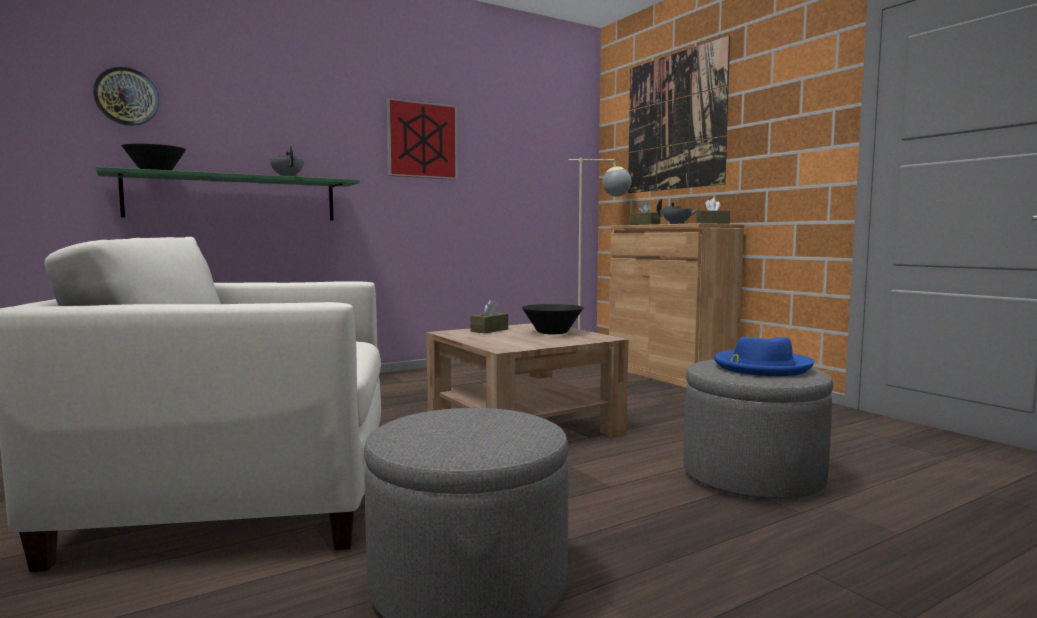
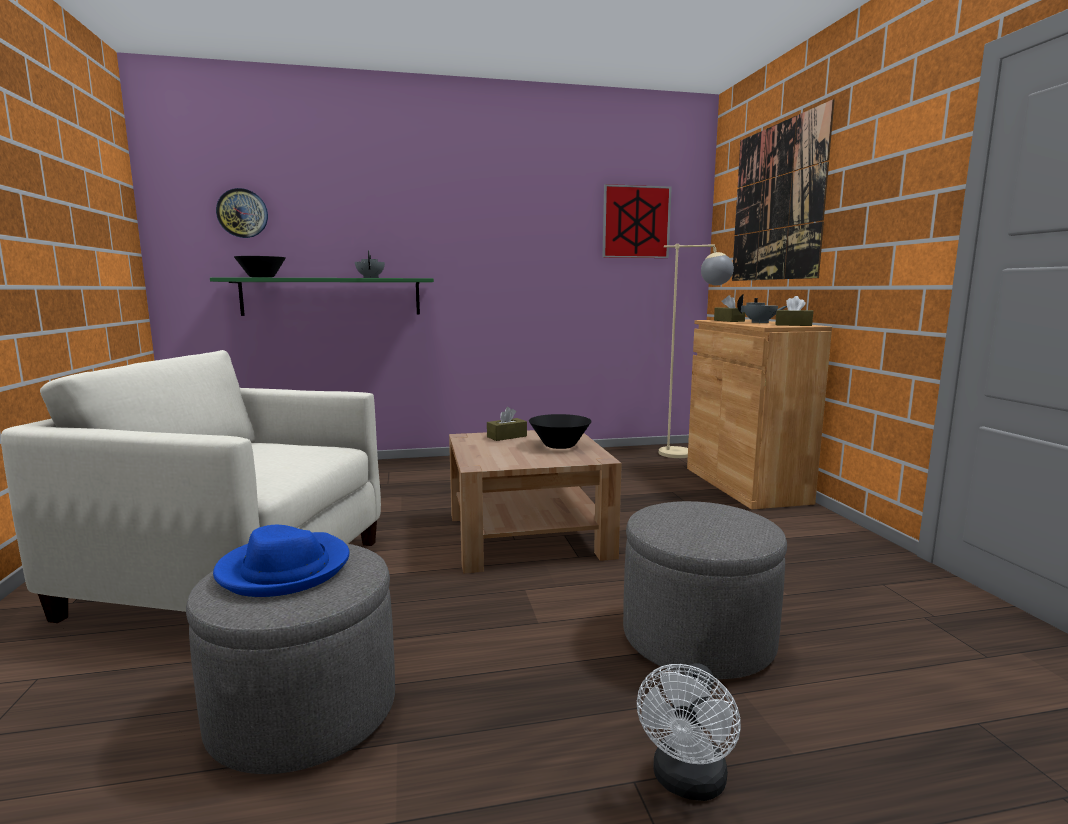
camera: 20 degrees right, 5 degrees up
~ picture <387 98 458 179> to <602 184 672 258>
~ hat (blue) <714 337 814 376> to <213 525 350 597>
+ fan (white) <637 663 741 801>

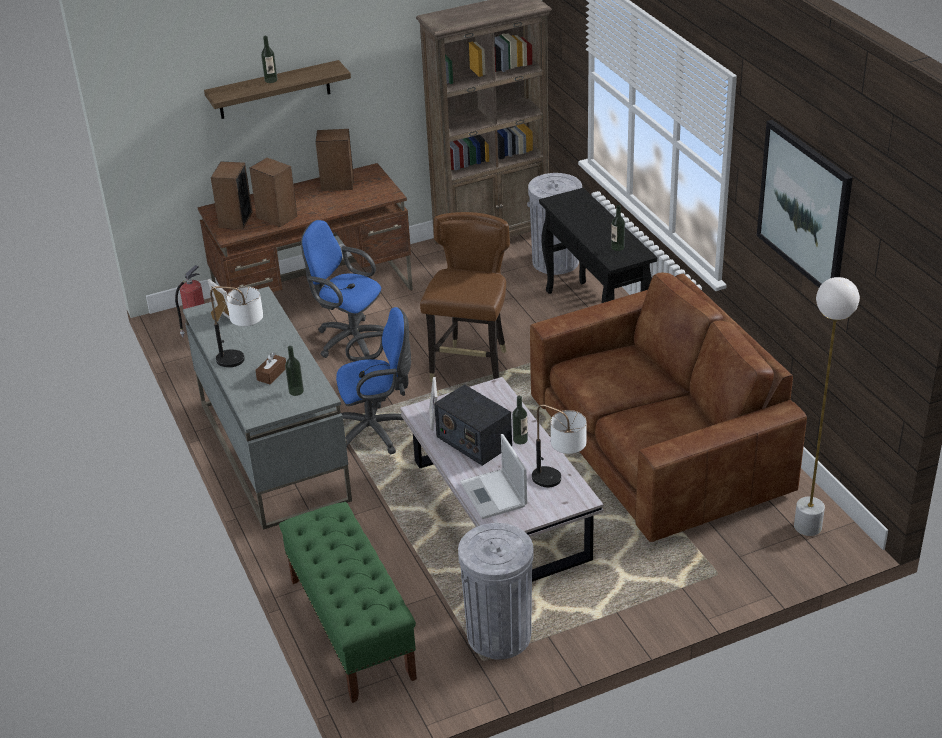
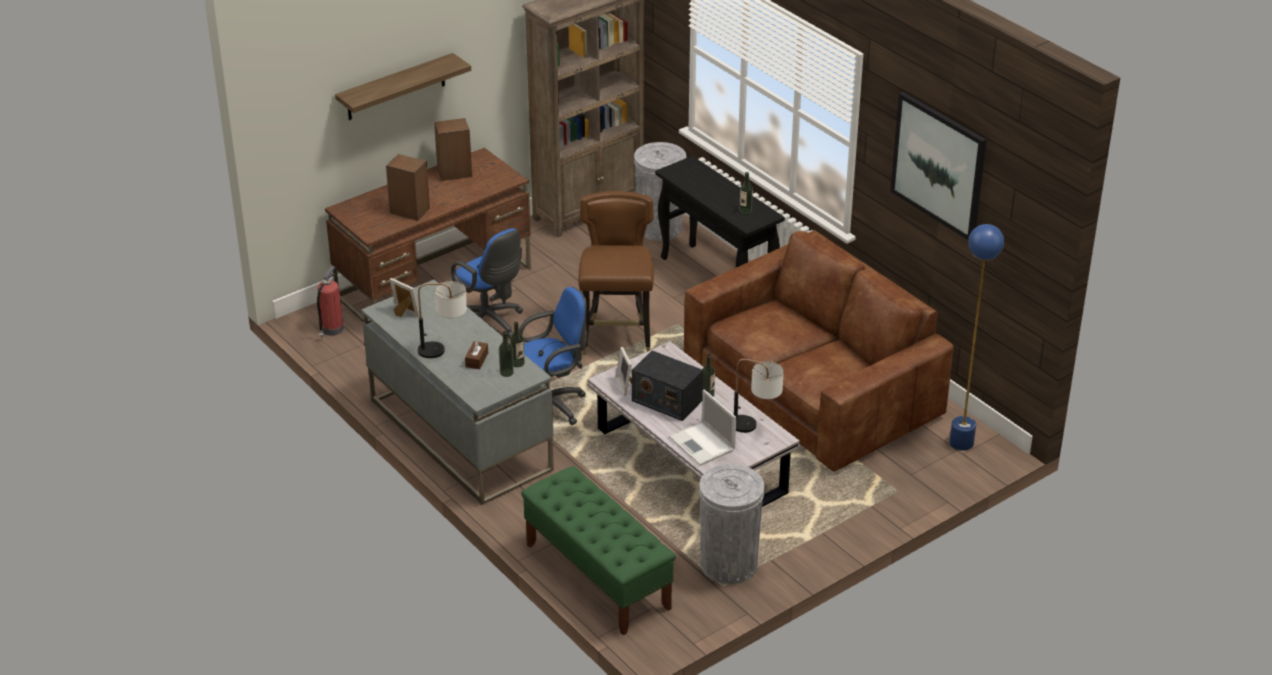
camera: 15 degrees left, 0 degrees up
- speaker <211 162 253 229>
~ bottle <261 36 277 83> to <510 322 525 367>
~ office chair (blue) <301 220 385 358> = <451 228 523 338> 150 degrees counterclockwise
~ floor lamp (white) <794 277 860 536> to floor lamp (blue) <950 224 1004 451>

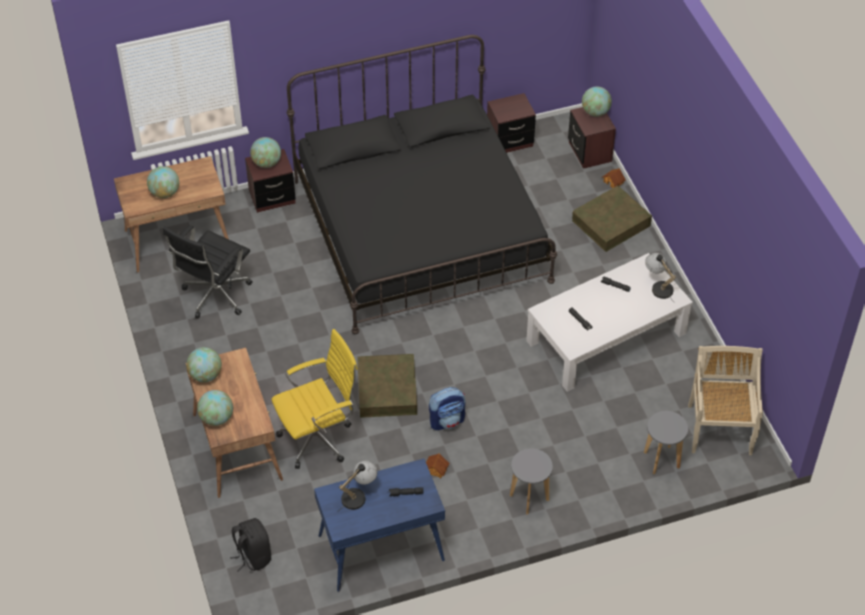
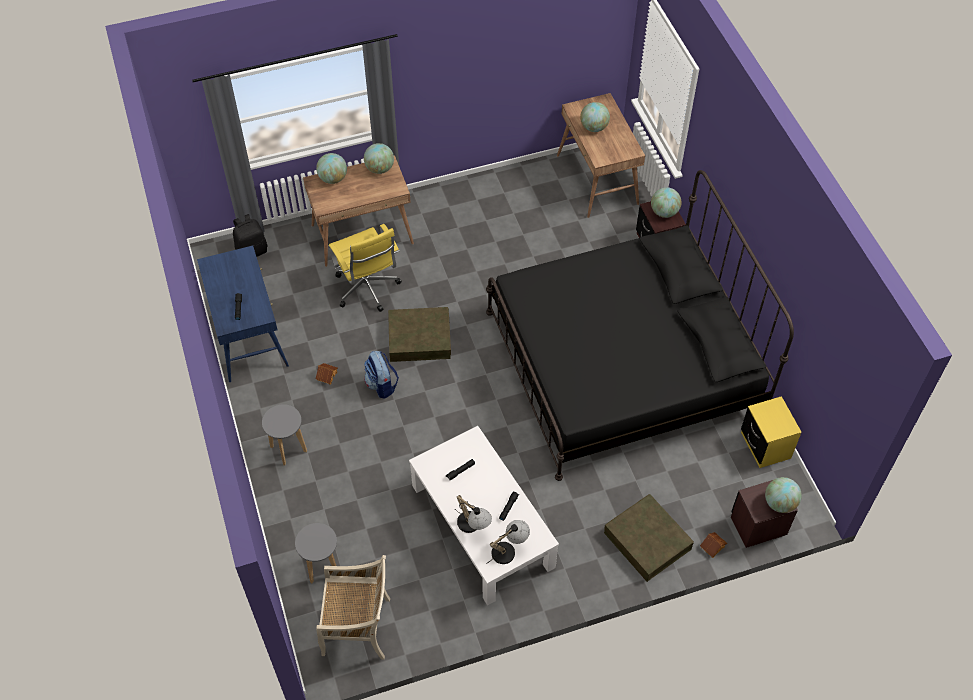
camera: 90 degrees right, 5 degrees up
- office chair (black) <163 225 253 319>
~ table lamp <337 461 378 512> to <455 495 492 533>
~ nightstand (brown) <487 93 536 153> to nightstand (yellow) <741 396 802 468>

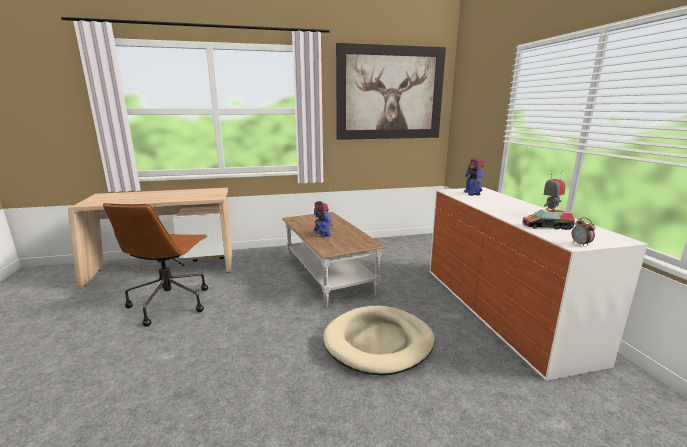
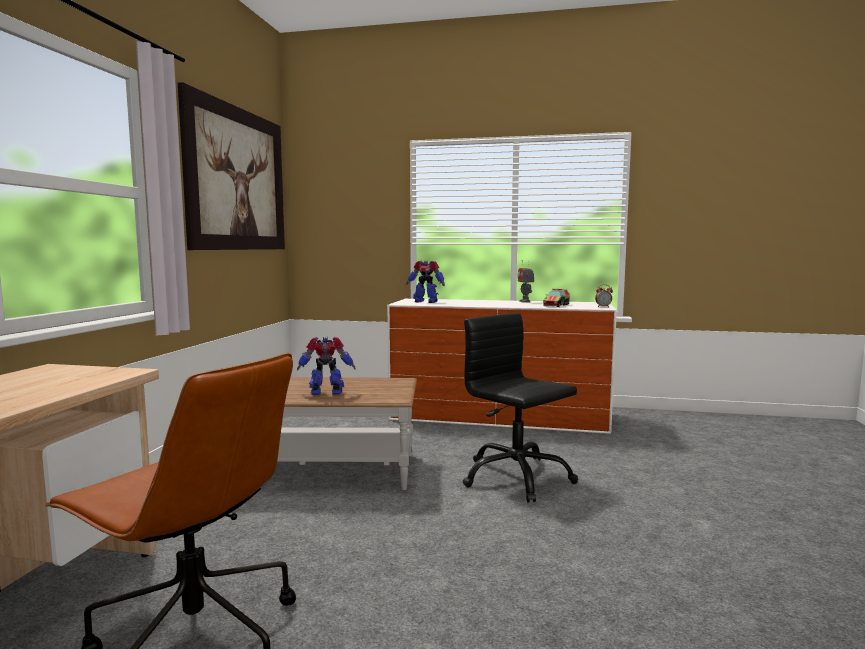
camera: 65 degrees left, 10 degrees down
~ dog bed (beige) <323 306 435 376> to office chair (black) <462 313 578 502>

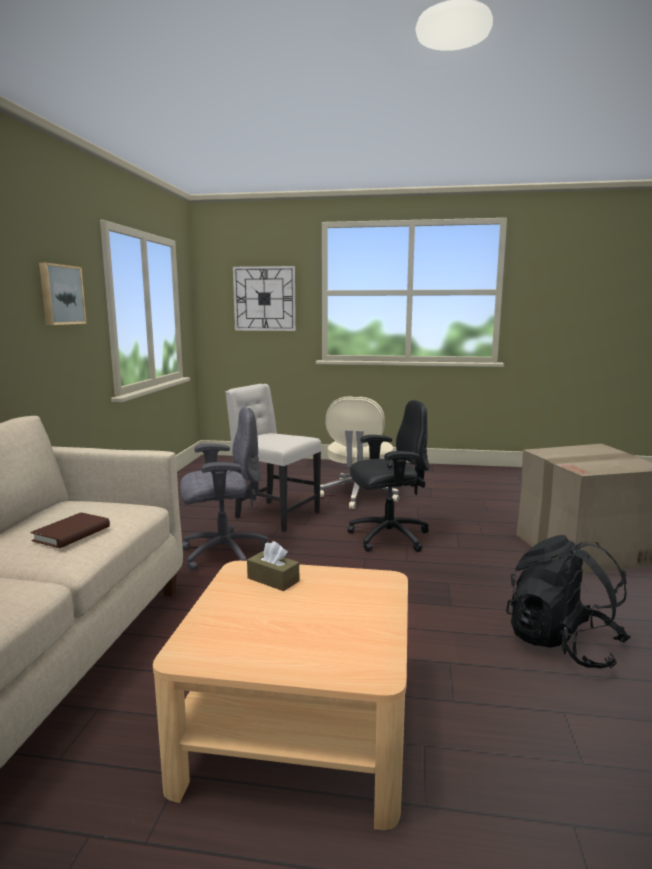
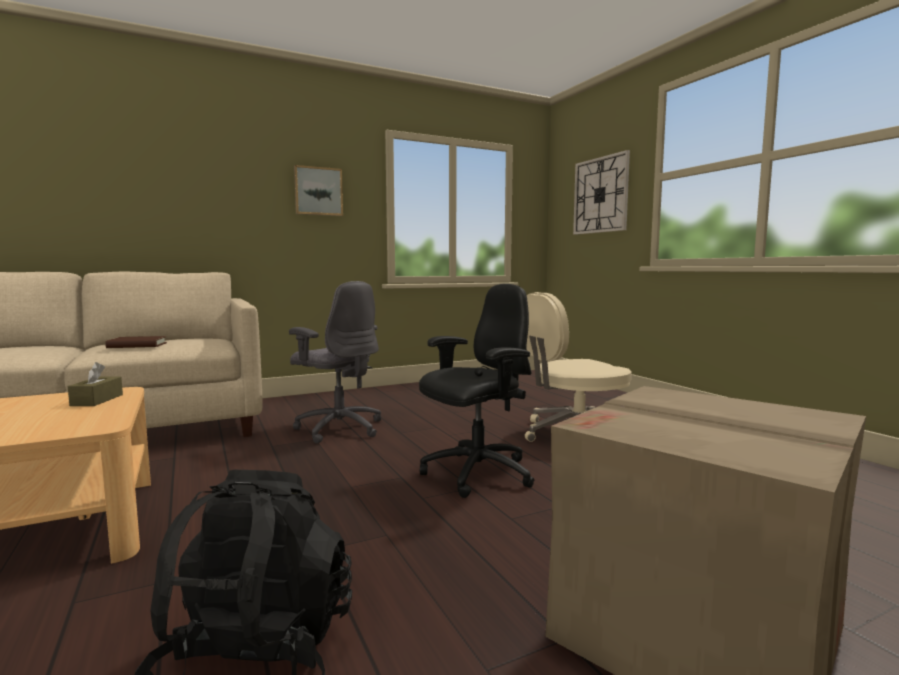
camera: 55 degrees right, 5 degrees down
- chair (beige) <226 384 322 532>
~ office chair (black) <347 400 429 552> = <419 284 534 498> 75 degrees counterclockwise

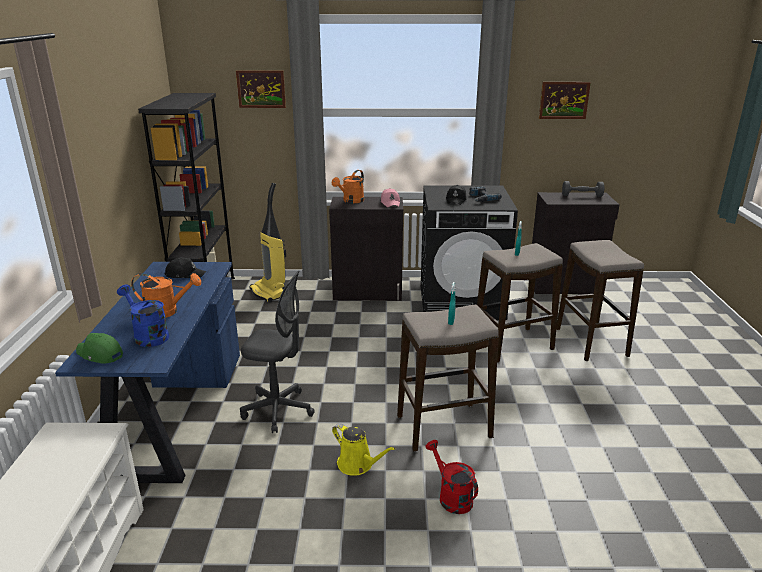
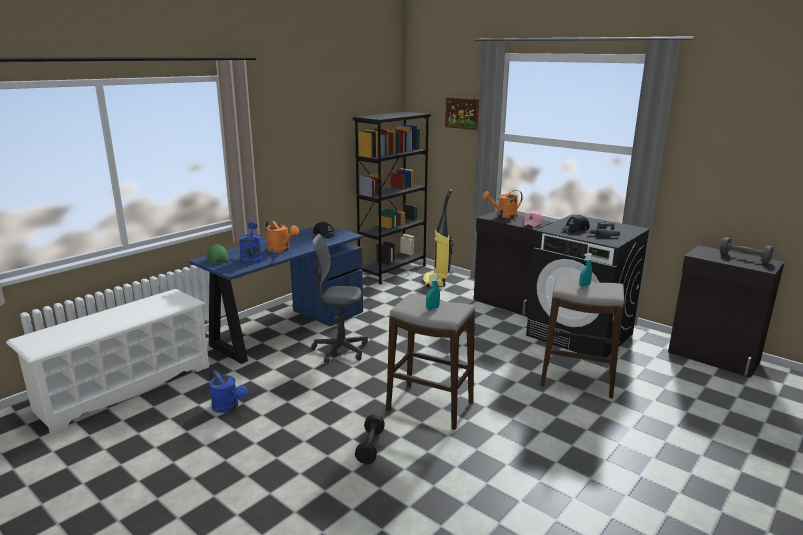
camera: 40 degrees right, 5 degrees down
~ office chair (grey) <240 271 315 433> = <311 234 368 363> 135 degrees clockwise
- watering can (yellow) <332 423 395 476>
~ watering can (red) <425 440 478 514> to dumbbell (black) <355 415 385 464>
- picture <539 82 591 119>
- stool <556 240 644 361>
+ watering can (blue) <209 370 247 413>

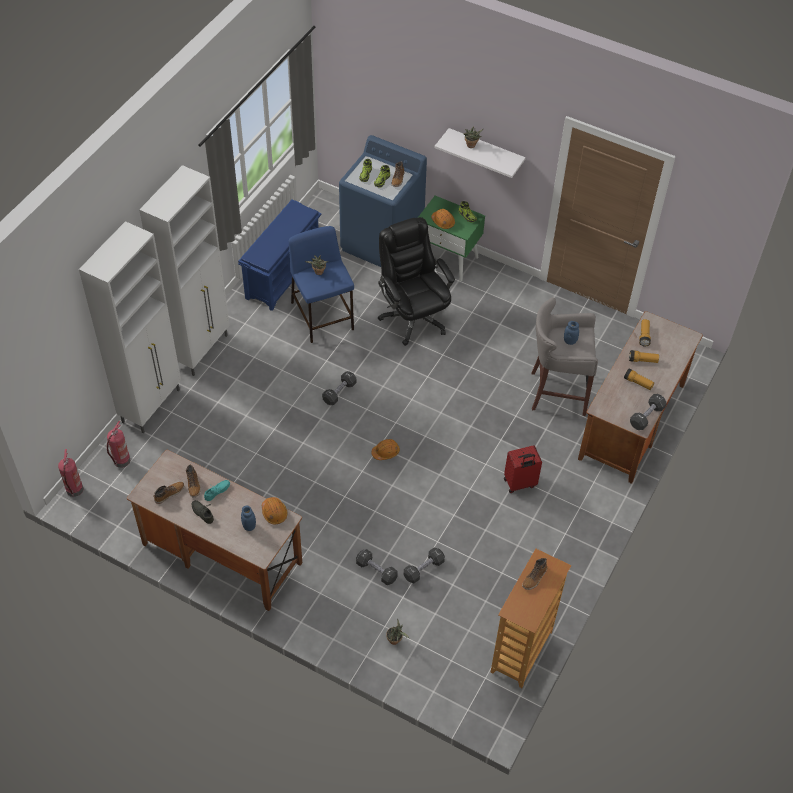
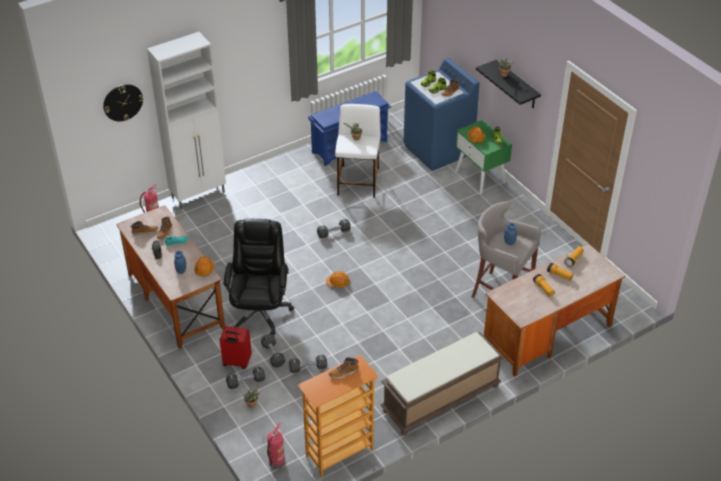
camera: 30 degrees right, 10 degrees down
~ fire extinguisher <58 449 83 497> to <267 423 285 469>
- cabinet (white) <139 165 230 376>
~ stool (blue) <289 226 354 343> to stool (white) <335 104 381 198>
~ office chair (black) <378 217 455 346> to <223 219 294 335>
~ shelf (white) <434 128 526 178> to shelf (black) <476 60 541 108>
~ suitcase (red) <504 445 542 493> to <220 326 252 369>
~ dumbbell (black) <630 394 667 430> to <226 367 265 389>
+ wall clock <103 84 143 121>
+ bench (brown) <381 332 505 436>

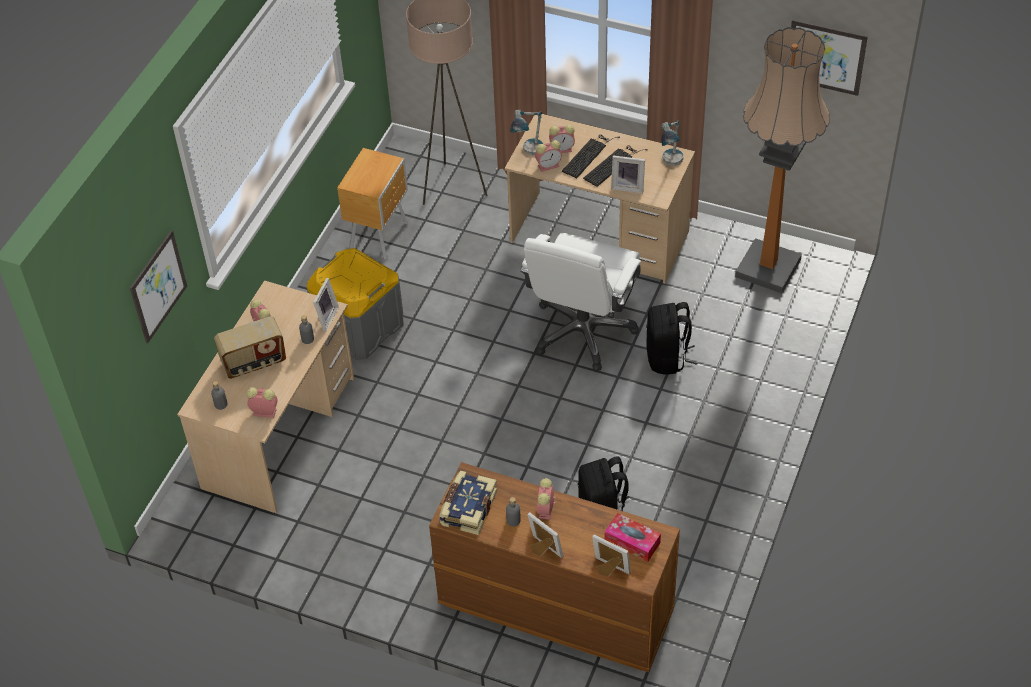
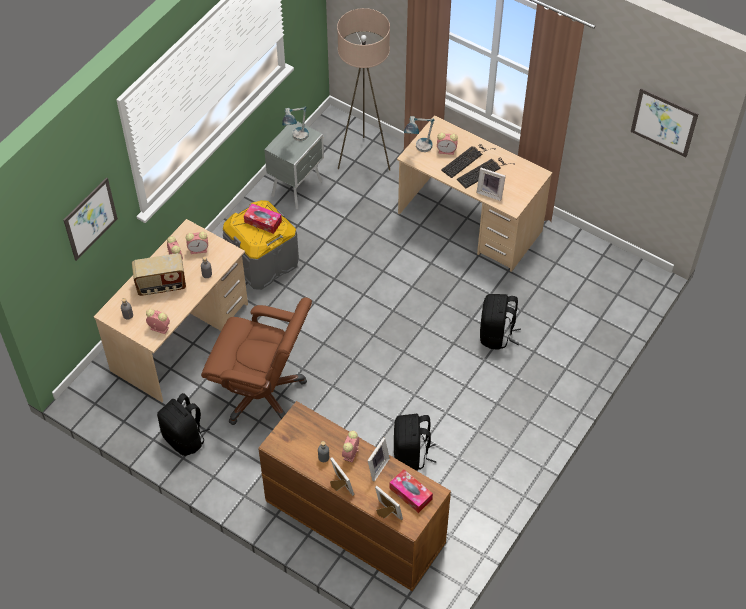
camera: 10 degrees right, 5 degrees up
~ picture frame <313 278 339 332> to <368 437 390 482>
~ nightstand (brown) <337 148 408 260> to nightstand (grey) <264 121 324 210>
- book <439 471 497 535>
- office chair (white) <520 233 641 371>
~ alarm clock <535 140 562 172> to <186 231 208 254>
~ table lamp <661 120 683 166> to <282 107 309 141>
- floor lamp <735 27 830 293>
+ backpack (black) <157 393 210 456>
+ office chair (brown) <201 297 312 425>
+ tissue box <244 203 282 234>

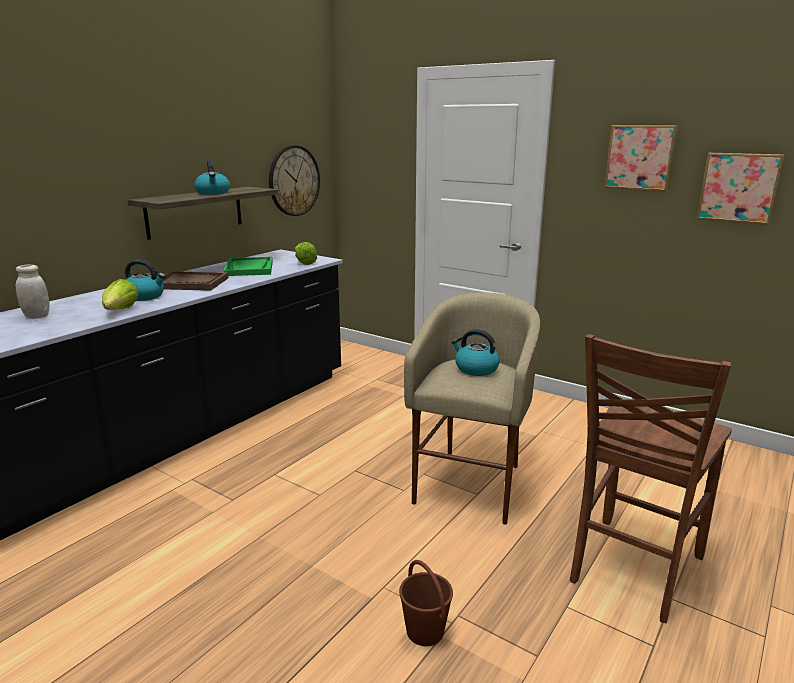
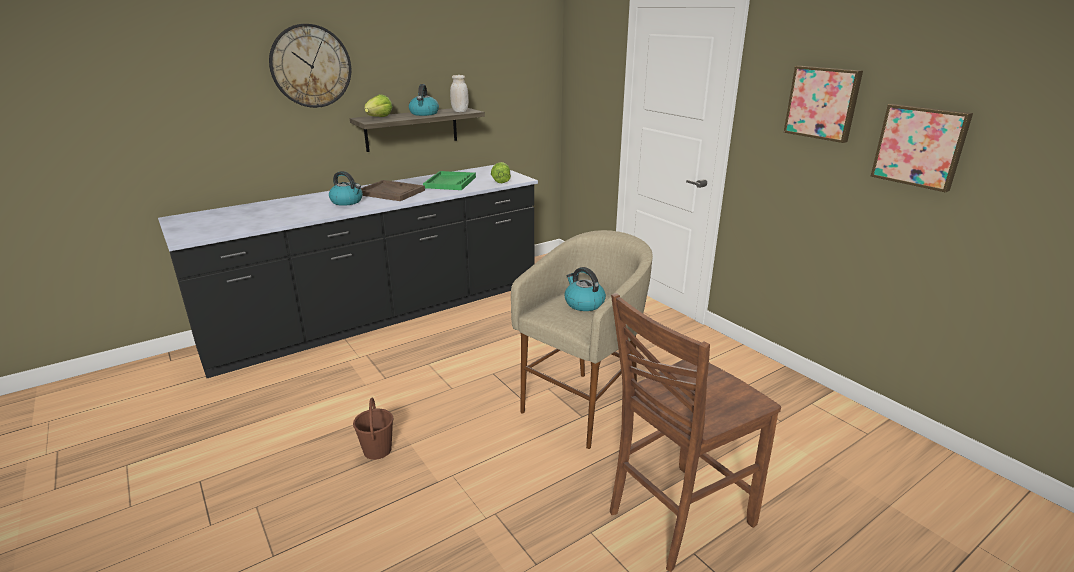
camera: 20 degrees right, 5 degrees up
~ jar (white) <16 265 50 319> to <450 75 469 112>
~ lettuce <102 279 138 310> to <365 94 393 117>
~ wall clock <269 145 320 216> to <269 24 351 108>
~ bucket (brown) <399 560 453 646> to <353 398 393 460>

